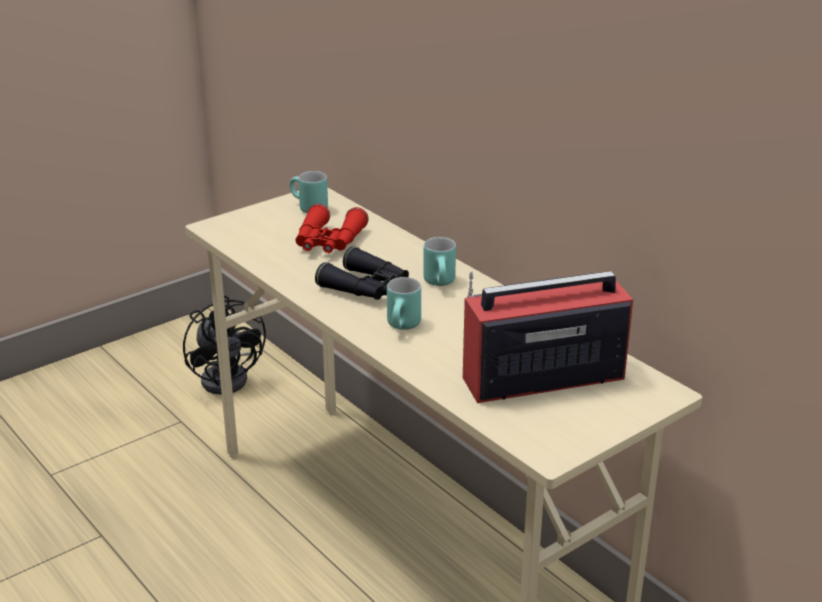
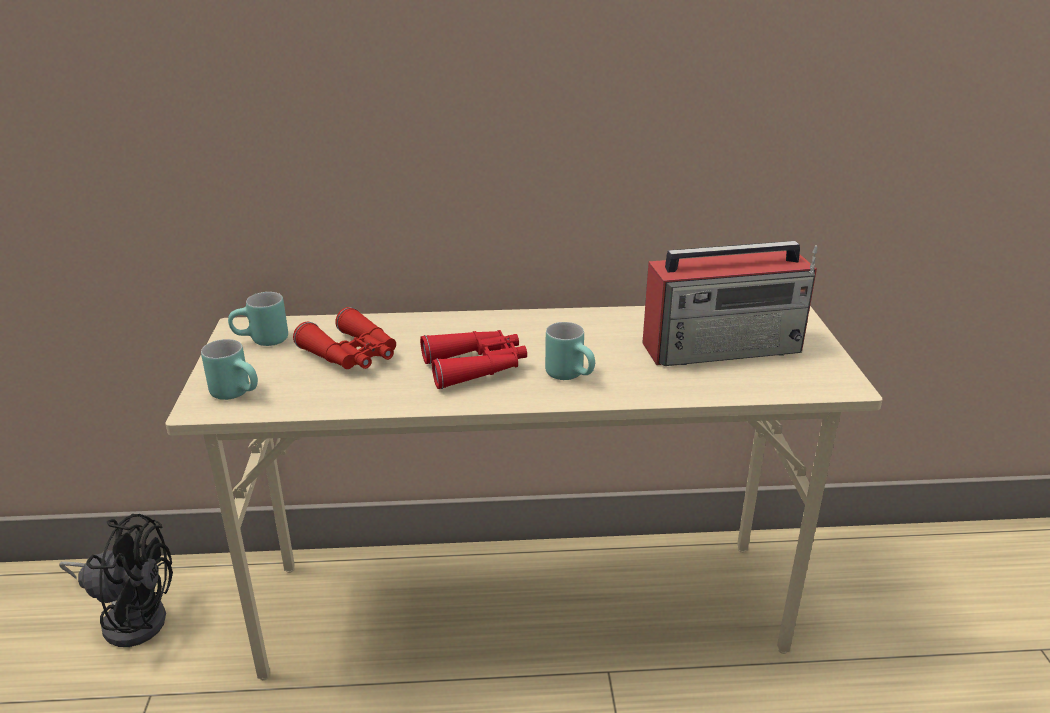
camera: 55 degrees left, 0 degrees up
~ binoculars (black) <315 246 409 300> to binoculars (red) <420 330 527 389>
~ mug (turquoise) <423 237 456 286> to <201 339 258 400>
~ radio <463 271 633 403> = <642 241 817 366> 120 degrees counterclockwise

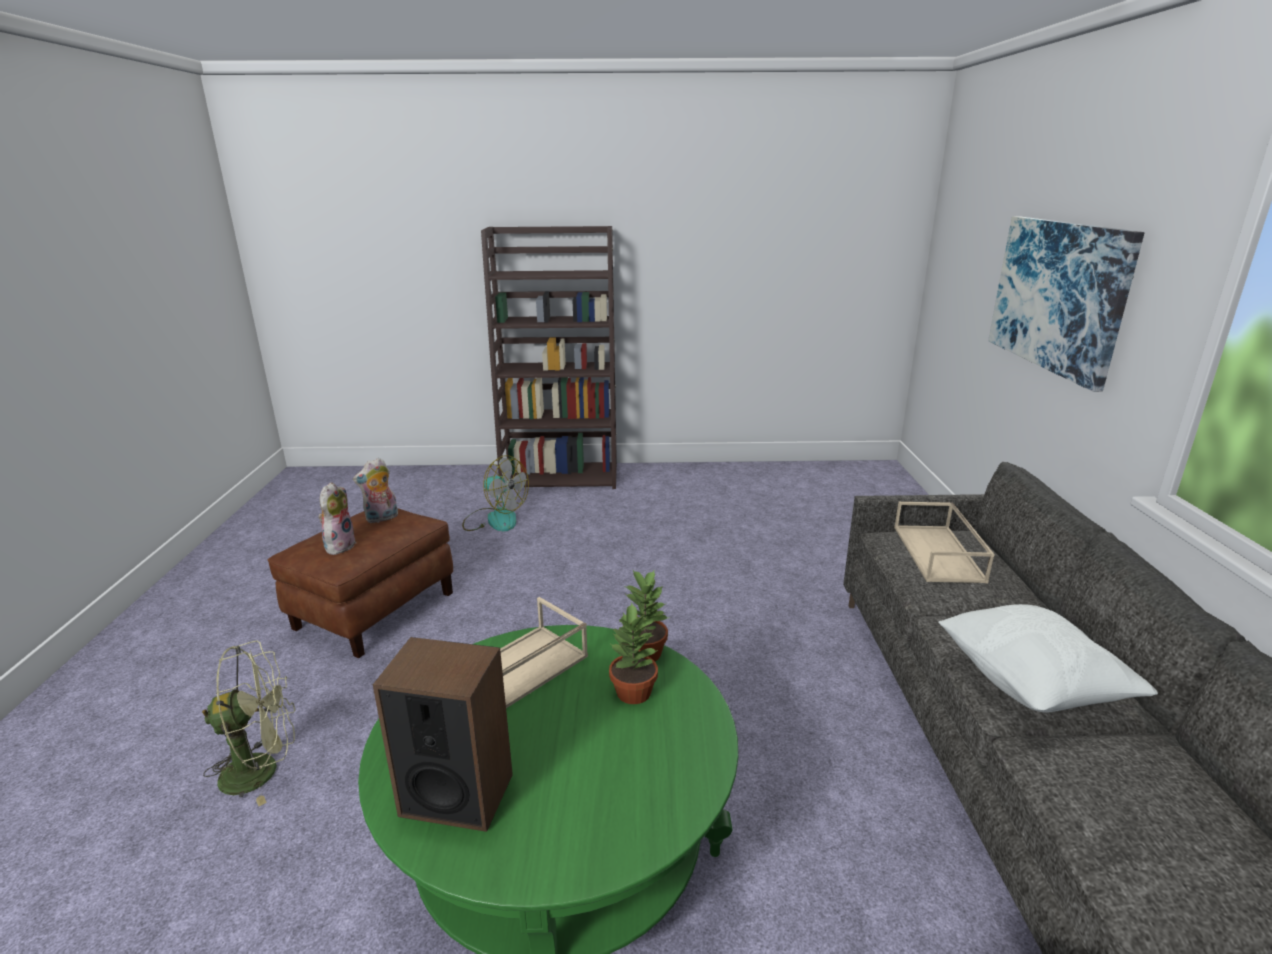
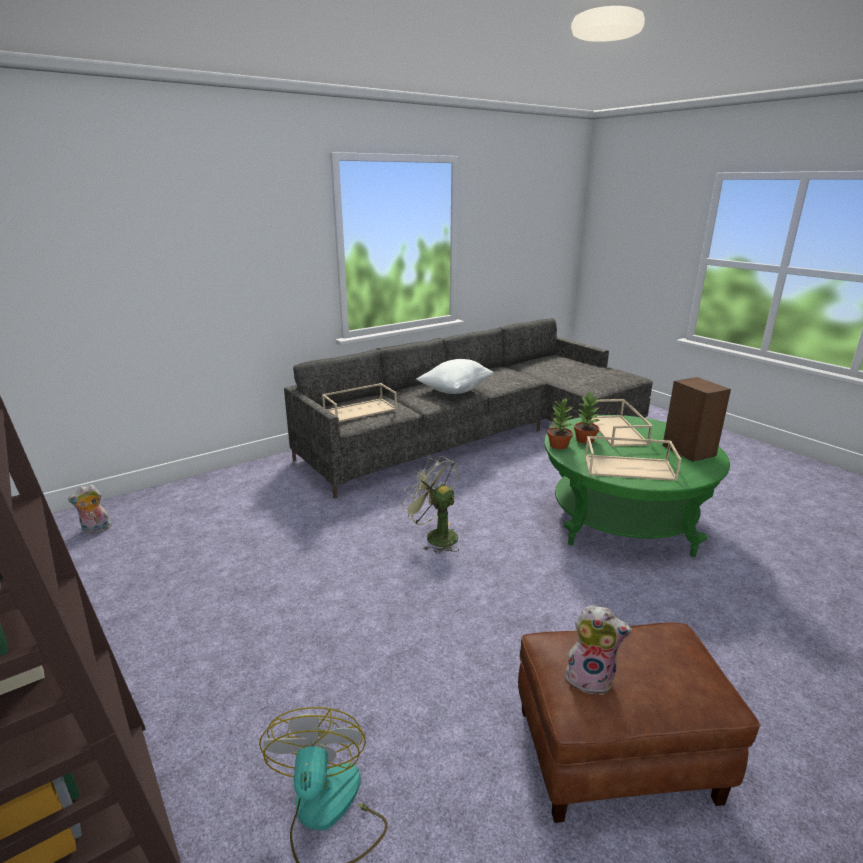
camera: 125 degrees left, 0 degrees up
~ fan (green) <202 641 295 806> to <402 456 459 554>
~ plush toy <318 482 357 555> to <68 484 112 534>
- picture <988 216 1144 392>
+ tray (beige) <590 399 653 447>

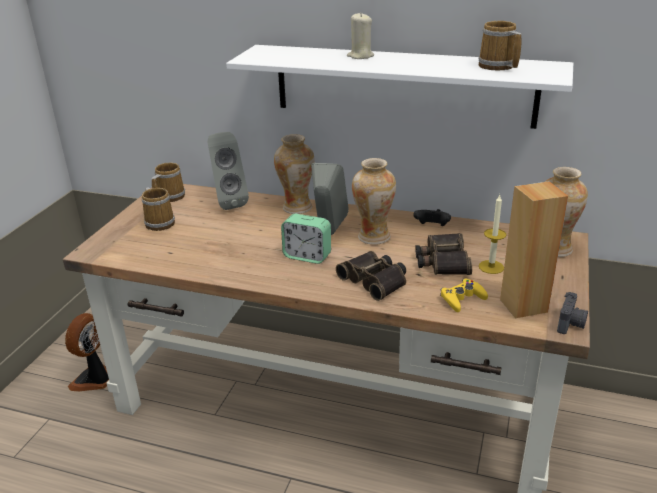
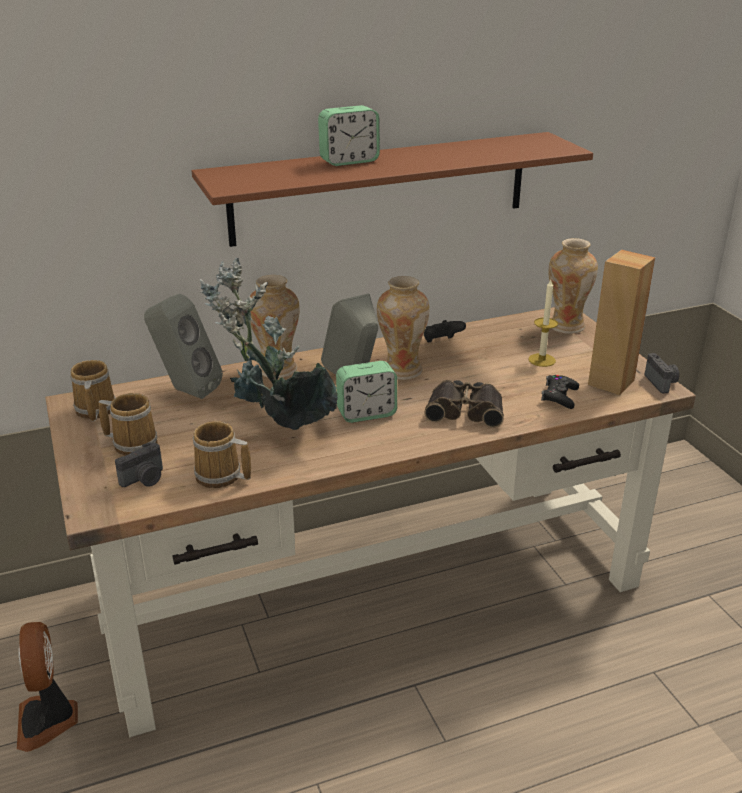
camera: 40 degrees left, 0 degrees up
~ shelf (white) <226 45 573 129> to shelf (brown) <192 132 593 247>
~ candle (beige) <347 12 374 59> to alarm clock <318 105 380 166>
- binoculars <415 233 472 275>
~ game controller (yellow) <440 278 488 312> to game controller (black) <541 375 579 409>
~ mug <478 21 521 71> to <193 421 251 488>
+ photo camera <115 442 163 487>
+ potted plant <200 258 338 430>

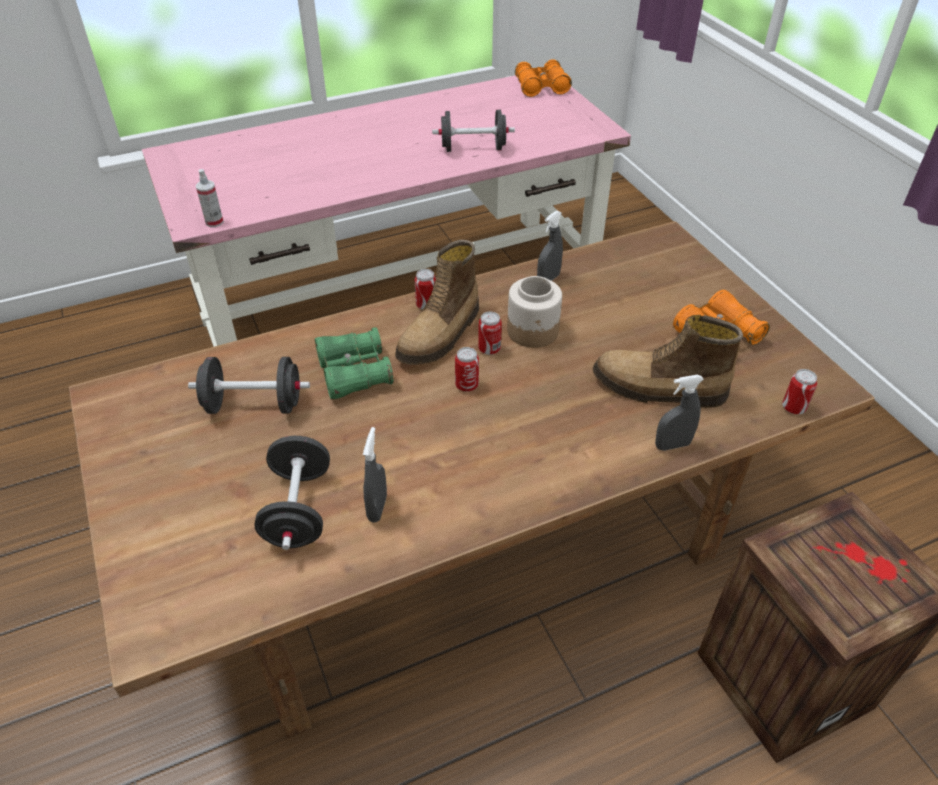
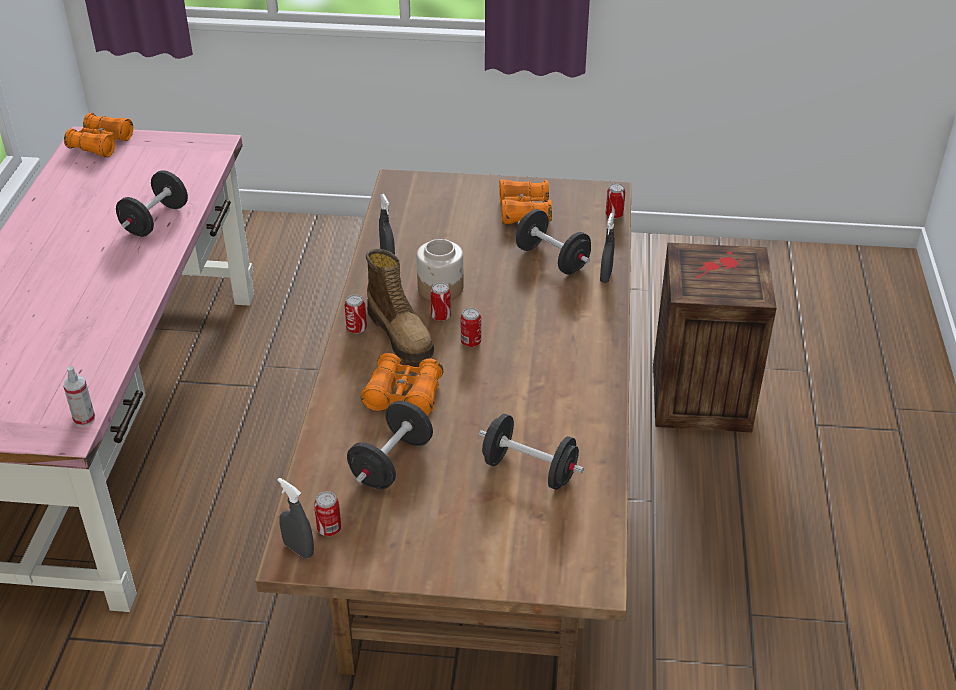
camera: 60 degrees left, 5 degrees down
~ binoculars (green) <315 327 394 399> to binoculars (orange) <361 353 444 416>
~ spray bottle (grey) <363 427 387 523> to <277 478 314 559>
~ boot <593 315 743 408> to dumbbell (black) <515 209 591 275>
+ can <314 491 341 536>

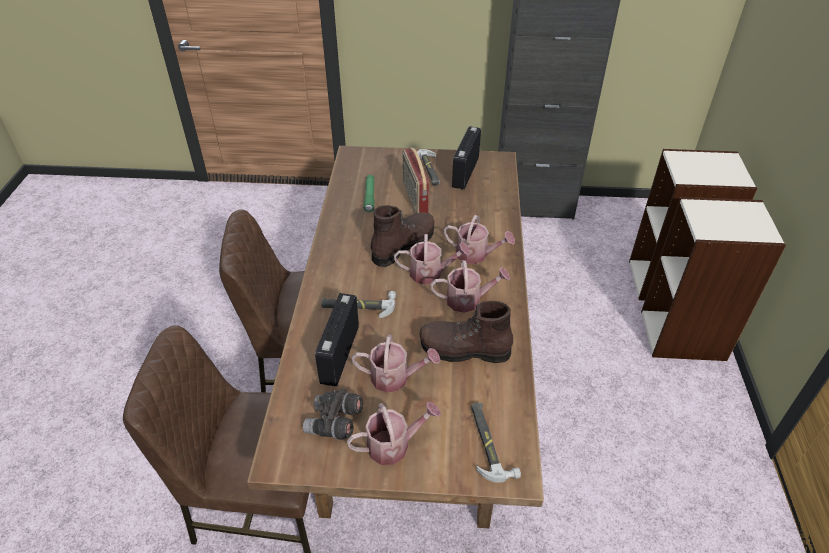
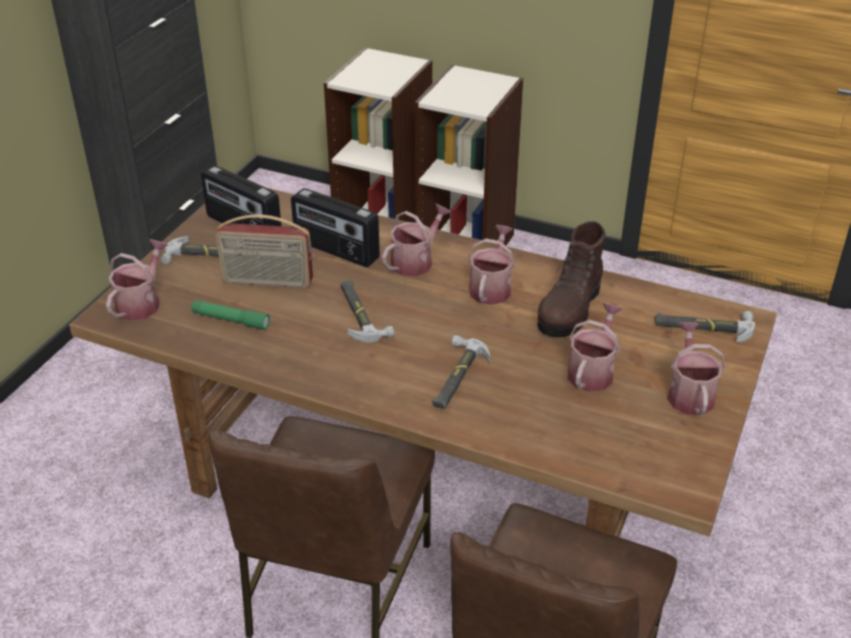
camera: 70 degrees left, 5 degrees down
- binoculars (grey) <303 389 363 440>
~ radio <315 293 359 387> to <291 188 380 267>
~ boot (brown) <371 205 435 267> to hammer <340 280 394 343>
~ watering can <394 234 470 285> to <106 239 168 321>

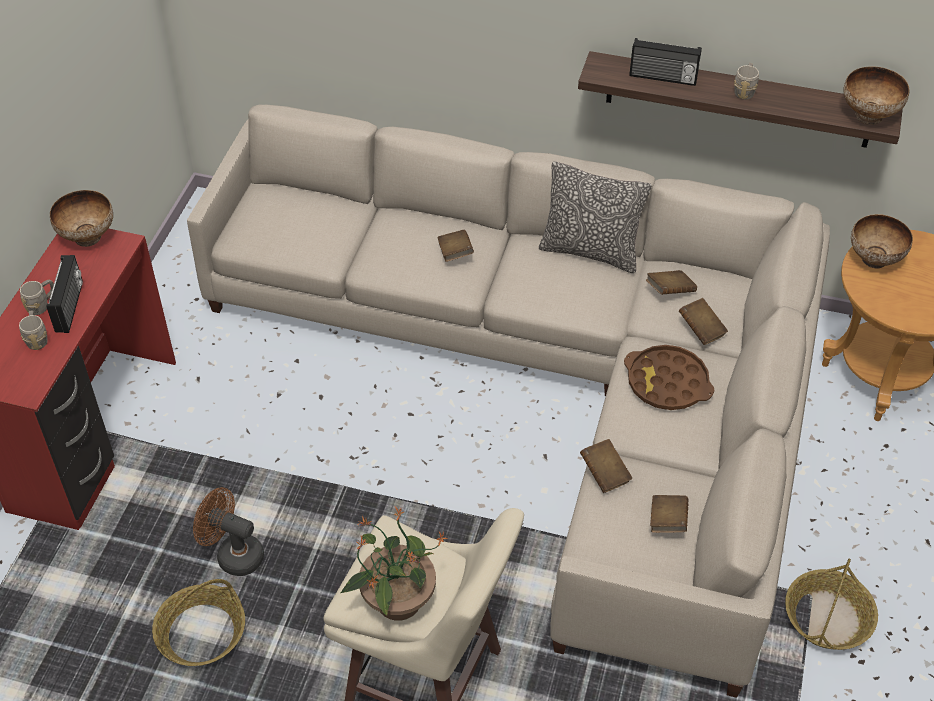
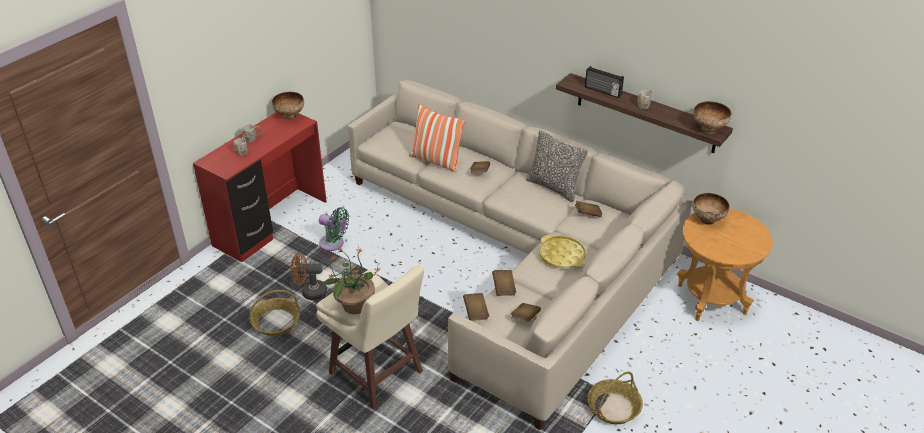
camera: 20 degrees right, 10 degrees down
- radio <46 255 83 333>
~ fan (brown) <193 487 264 576> = <291 252 327 300> 45 degrees counterclockwise
~ tray (brown) <624 345 714 410> to tray (yellow) <539 235 586 269>
~ book (brown) <679 298 728 345> to <463 293 489 321>
+ fan (green) <319 207 349 251>
+ pillow <409 104 466 172>

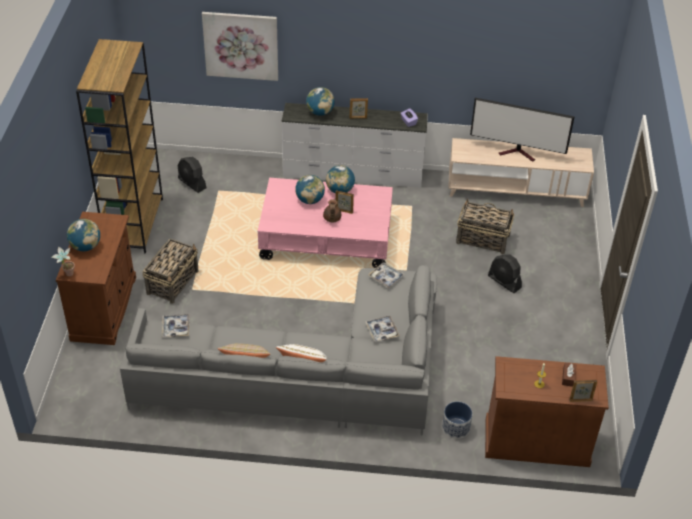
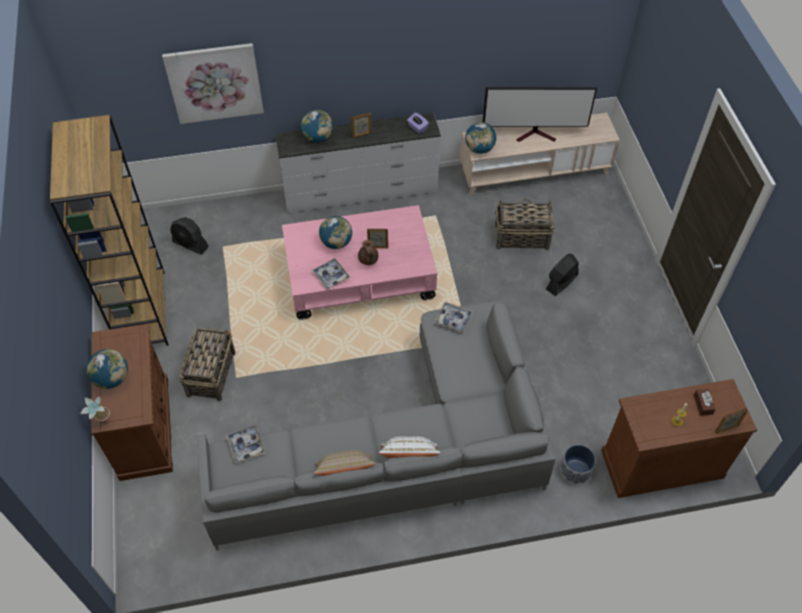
camera: 15 degrees left, 10 degrees up
~ globe <326 165 355 193> to <465 122 496 154>
~ tray <365 316 400 342> to <312 258 350 289>
~ fan (black) <488 254 522 293> = <546 254 579 296> 105 degrees clockwise

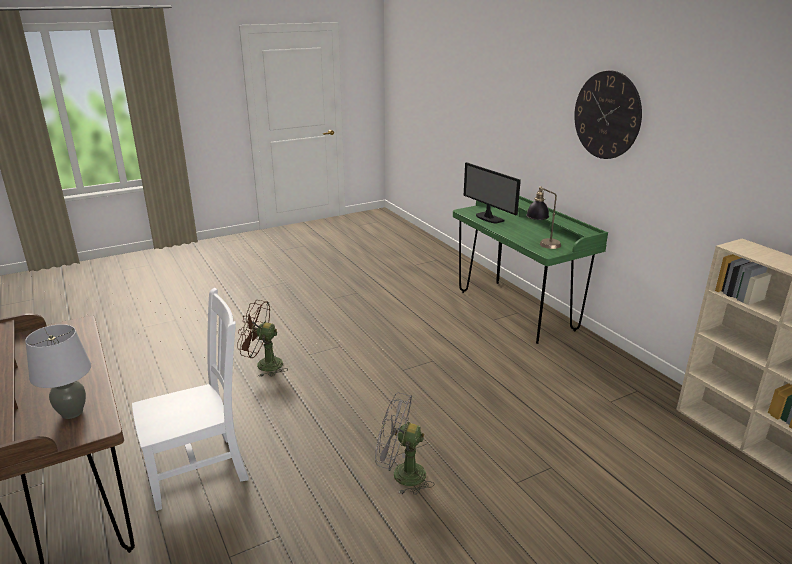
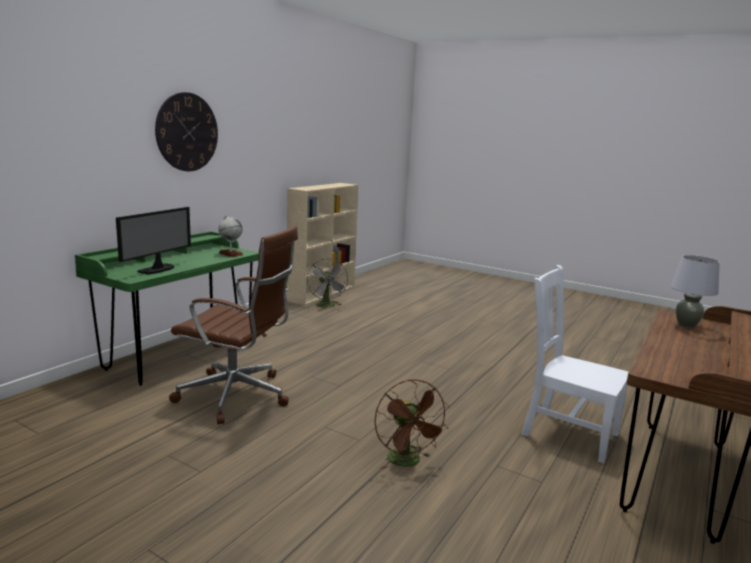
camera: 120 degrees left, 10 degrees down
~ fan (grey) <375 392 434 495> to <307 258 348 307>
~ table lamp <526 186 561 249> to globe <218 215 243 257>
+ office chair (brown) <169 226 298 424>

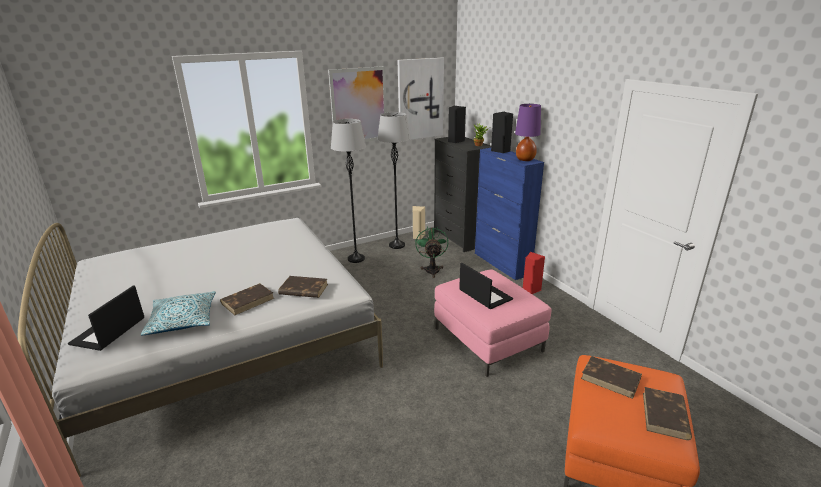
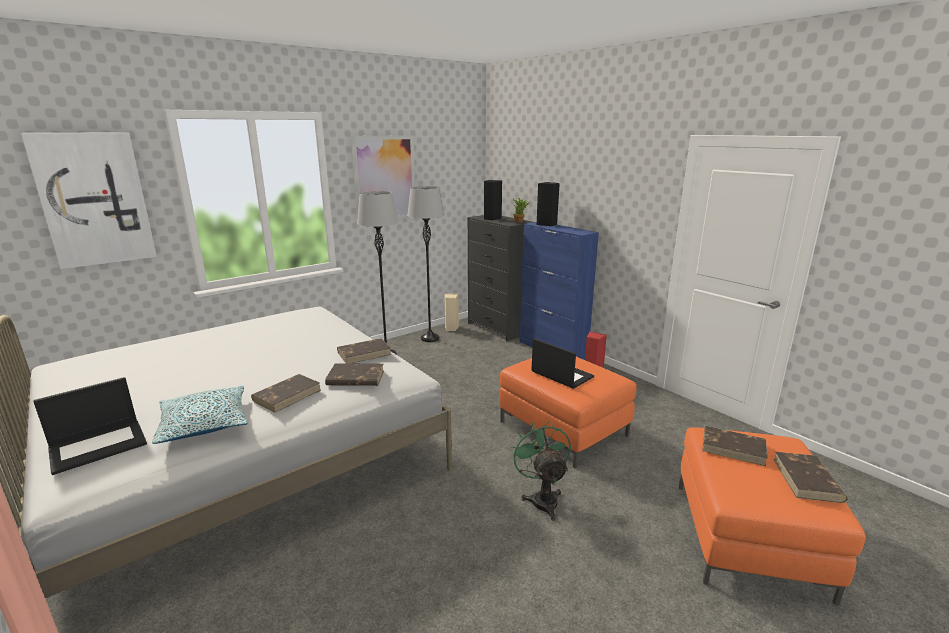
camera: 10 degrees left, 5 degrees down
~ laptop <68 286 144 351> = <33 377 147 475> 135 degrees counterclockwise
~ picture <398 57 444 140> to <21 132 157 269>
~ fan (green) <415 226 448 278> to <510 421 571 521>
~ ottoman (pink) <434 269 551 377> to ottoman (orange) <499 357 637 468>
- table lamp (purple) <515 104 541 161>
+ book (brown) <337 338 391 364>

